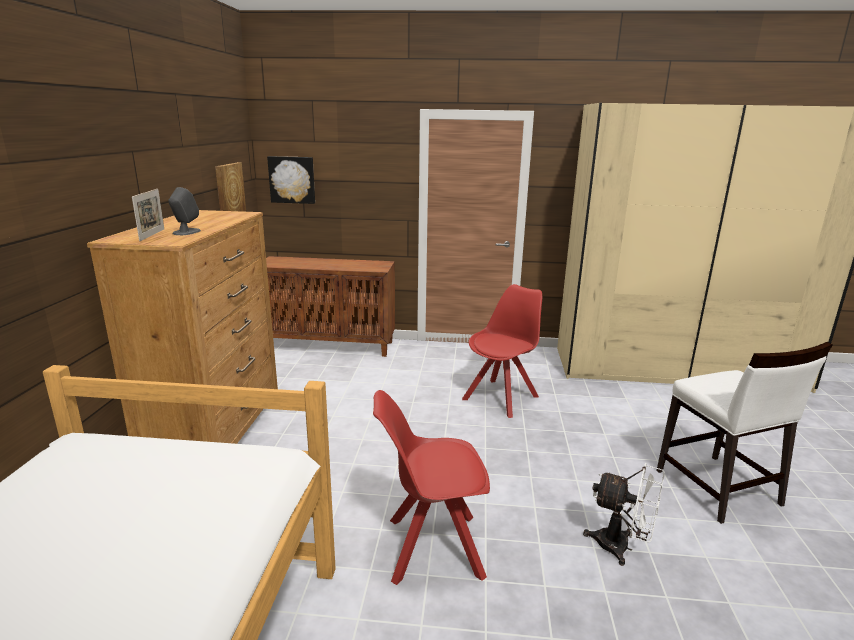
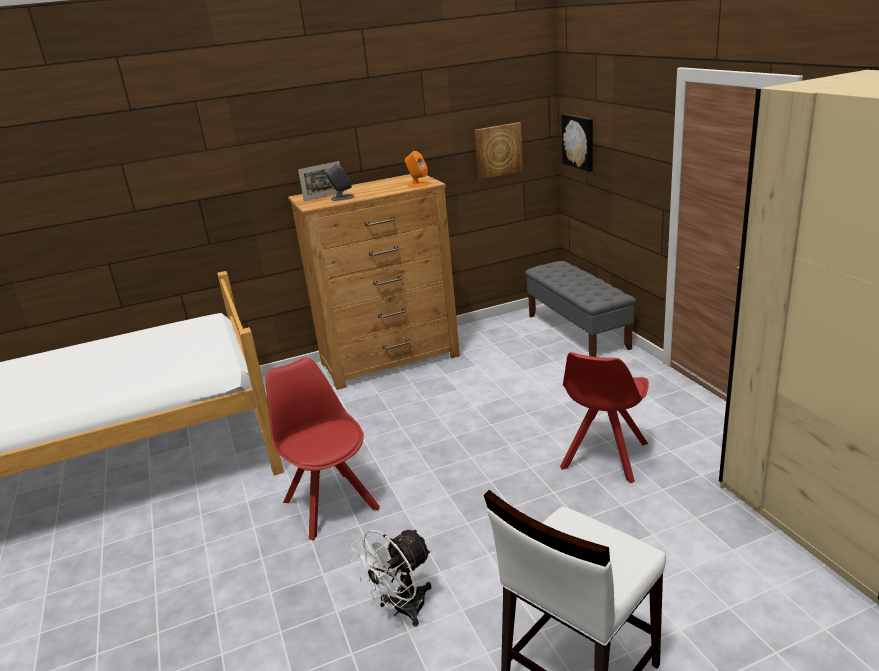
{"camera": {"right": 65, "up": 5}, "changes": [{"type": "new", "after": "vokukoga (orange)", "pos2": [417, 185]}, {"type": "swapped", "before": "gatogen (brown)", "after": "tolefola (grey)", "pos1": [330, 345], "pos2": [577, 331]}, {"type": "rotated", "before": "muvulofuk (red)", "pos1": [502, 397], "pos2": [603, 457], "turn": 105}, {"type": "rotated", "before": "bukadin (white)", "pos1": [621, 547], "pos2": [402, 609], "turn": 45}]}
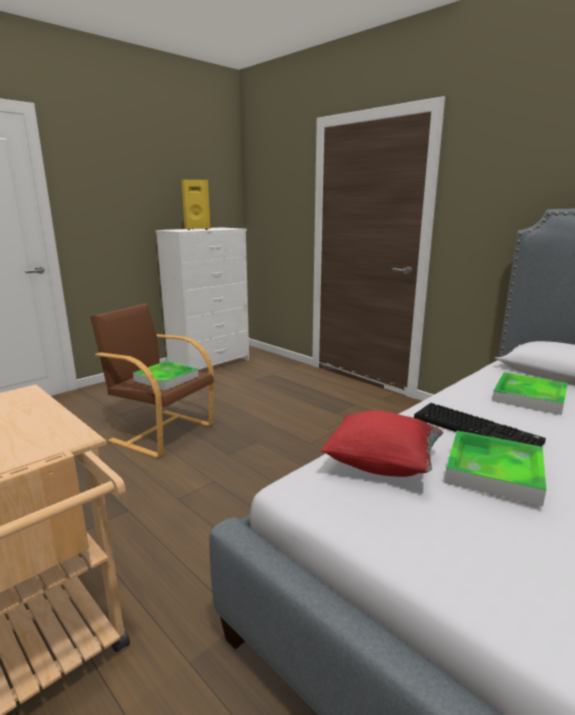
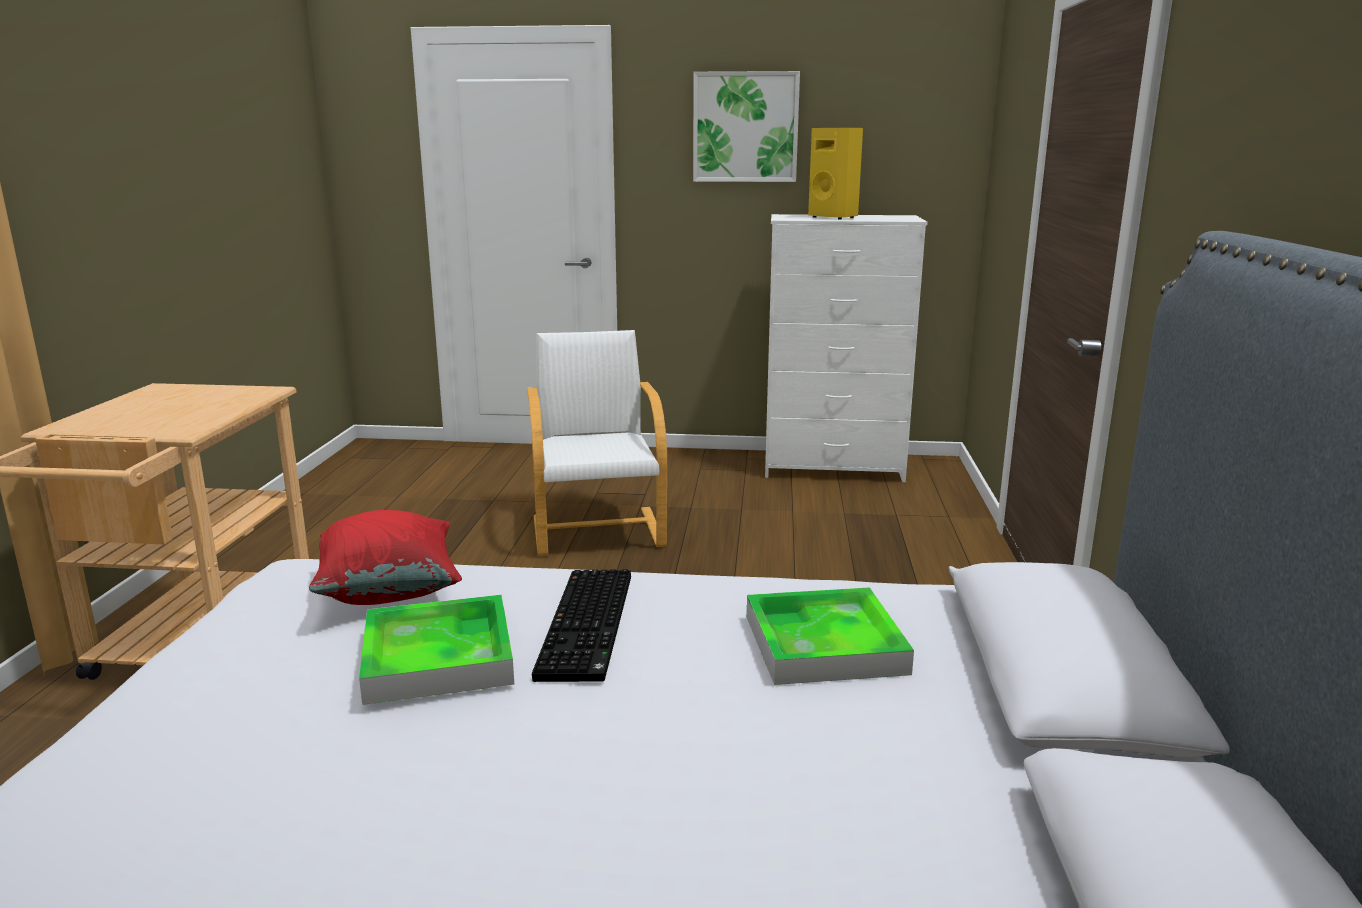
{"camera": {"right": 50, "up": 0}, "changes": [{"type": "gone", "before": "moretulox", "pos1": [166, 378]}, {"type": "new", "after": "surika", "pos2": [745, 127]}, {"type": "repainted", "before": "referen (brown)", "after": "referen (white)", "pos1": [161, 432], "pos2": [598, 530]}]}
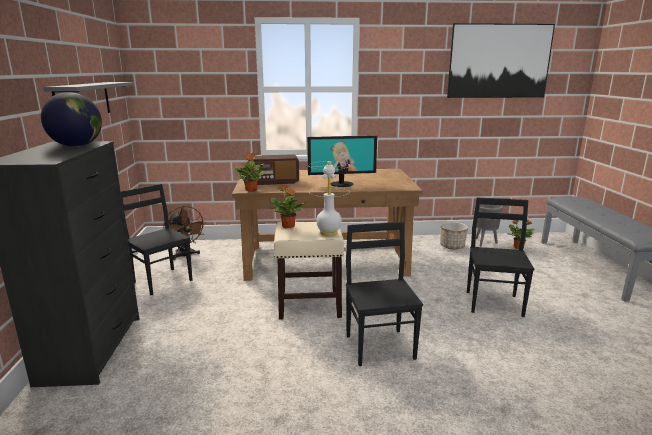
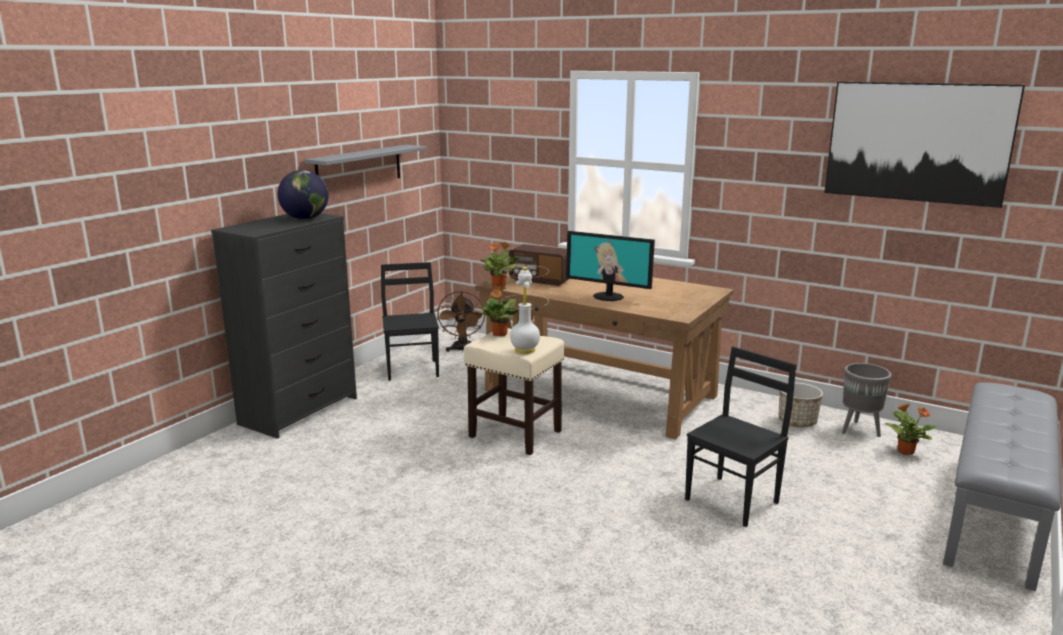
{"camera": {"right": 35, "up": 0}, "changes": [{"type": "gone", "before": "muvulofuk (black)", "pos1": [380, 346]}]}
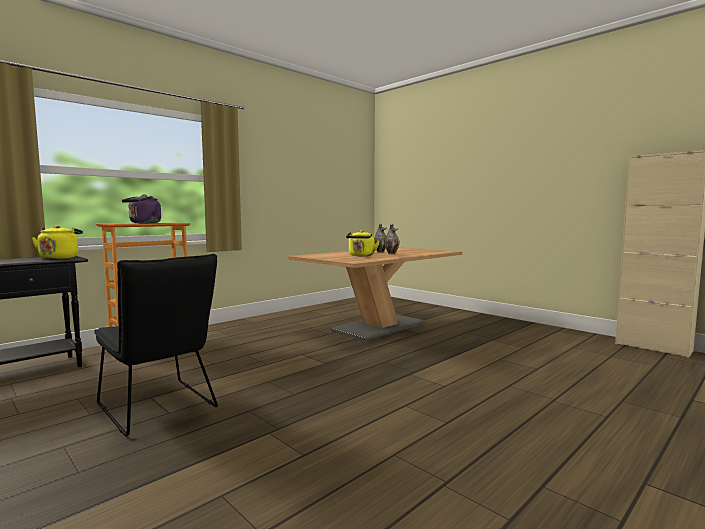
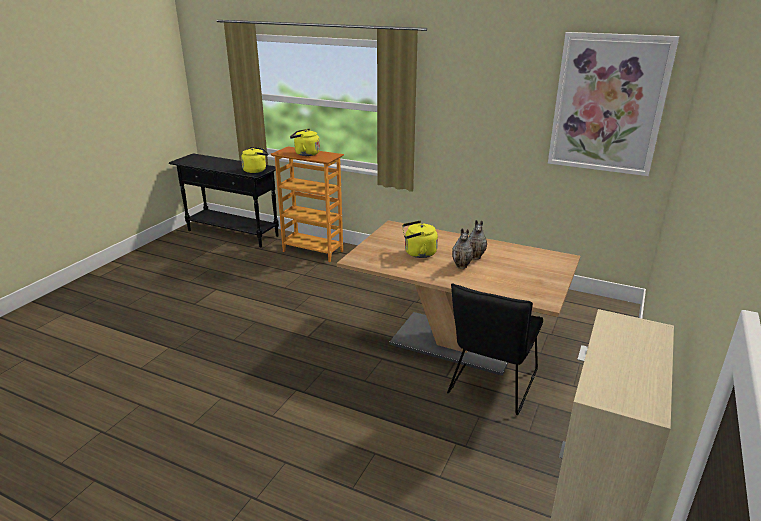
{"camera": {"right": 70, "up": 20}, "changes": [{"type": "new", "after": "surika", "pos2": [608, 104]}, {"type": "shifted", "before": "muvulofuk (black)", "pos1": [160, 409], "pos2": [490, 386]}, {"type": "repainted", "before": "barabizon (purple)", "after": "barabizon (yellow)", "pos1": [144, 223], "pos2": [305, 154]}]}
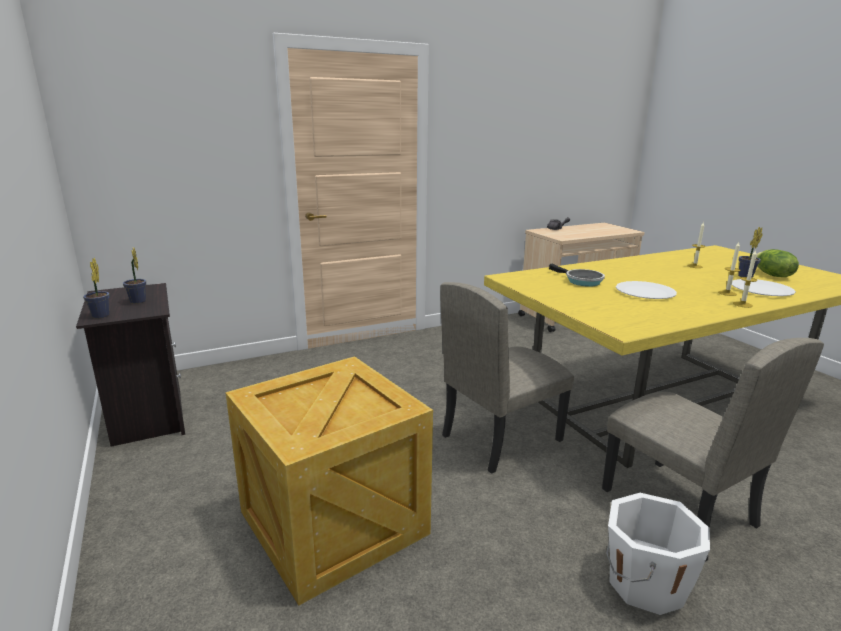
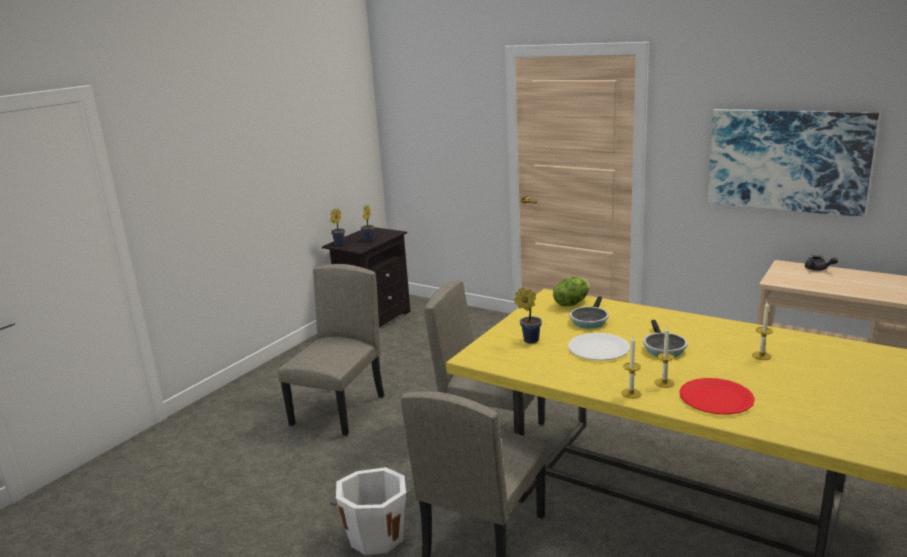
{"camera": {"right": 60, "up": 0}, "changes": [{"type": "new", "after": "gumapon", "pos2": [663, 348]}, {"type": "new", "after": "surika", "pos2": [787, 160]}, {"type": "shifted", "before": "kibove", "pos1": [744, 276], "pos2": [529, 340]}, {"type": "shifted", "before": "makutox", "pos1": [772, 275], "pos2": [571, 303]}, {"type": "swapped", "before": "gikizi", "after": "muvulofuk (beige)", "pos1": [334, 520], "pos2": [339, 410]}, {"type": "repainted", "before": "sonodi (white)", "after": "sonodi (red)", "pos1": [761, 289], "pos2": [716, 398]}]}
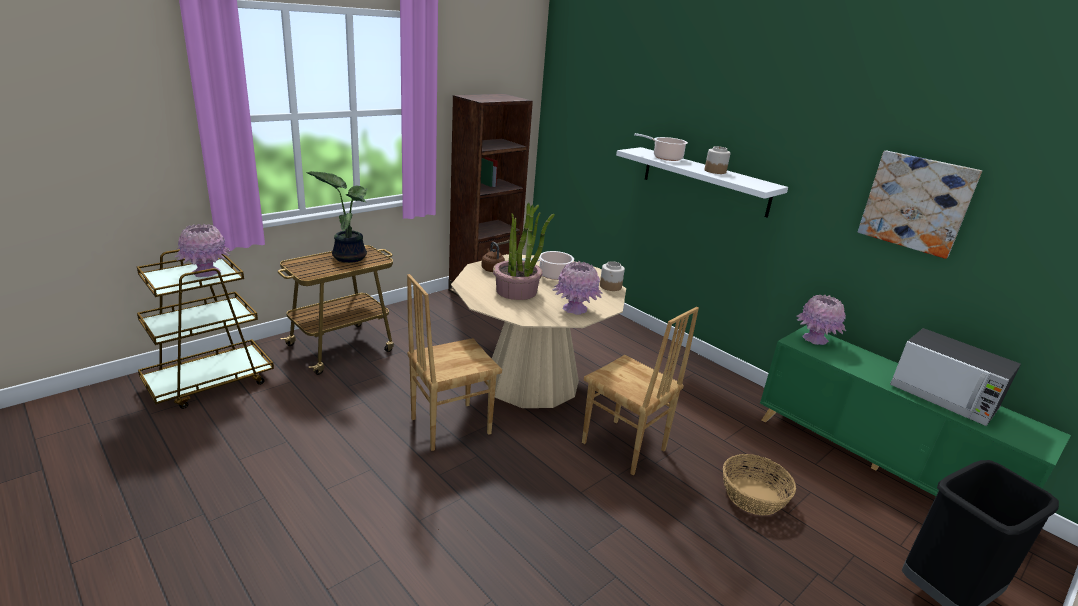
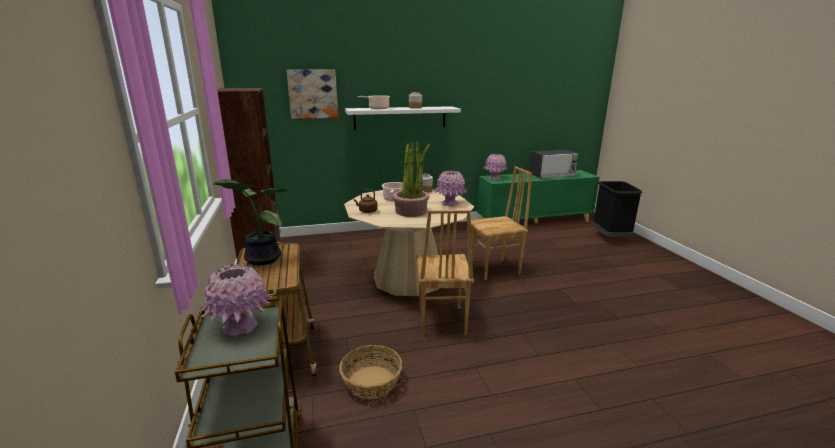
{"camera": {"right": -60, "up": -5}, "changes": [{"type": "shifted", "before": "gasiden", "pos1": [752, 496], "pos2": [371, 382]}, {"type": "shifted", "before": "surika", "pos1": [916, 203], "pos2": [313, 94]}]}
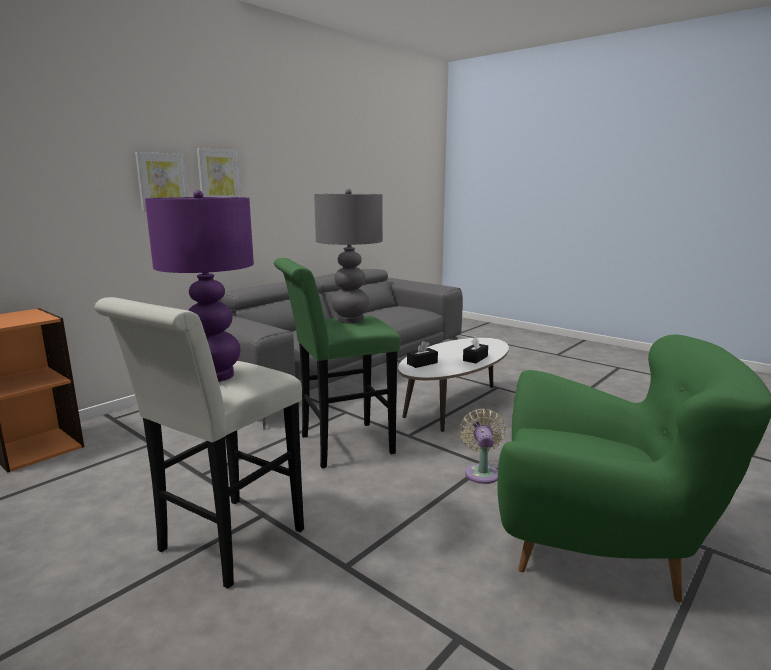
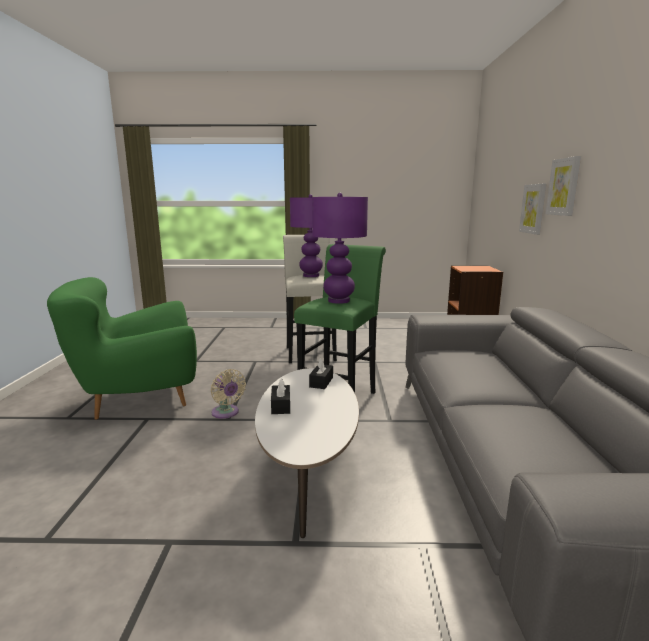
{"camera": {"right": 140, "up": 0}, "changes": [{"type": "shifted", "before": "surika", "pos1": [219, 176], "pos2": [533, 209]}, {"type": "repainted", "before": "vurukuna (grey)", "after": "vurukuna (purple)", "pos1": [351, 320], "pos2": [339, 301]}]}
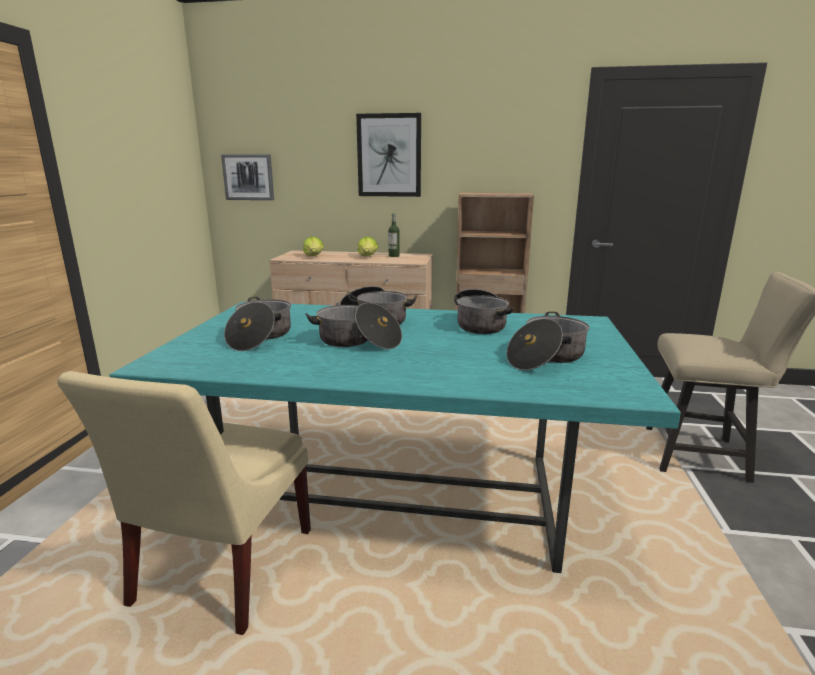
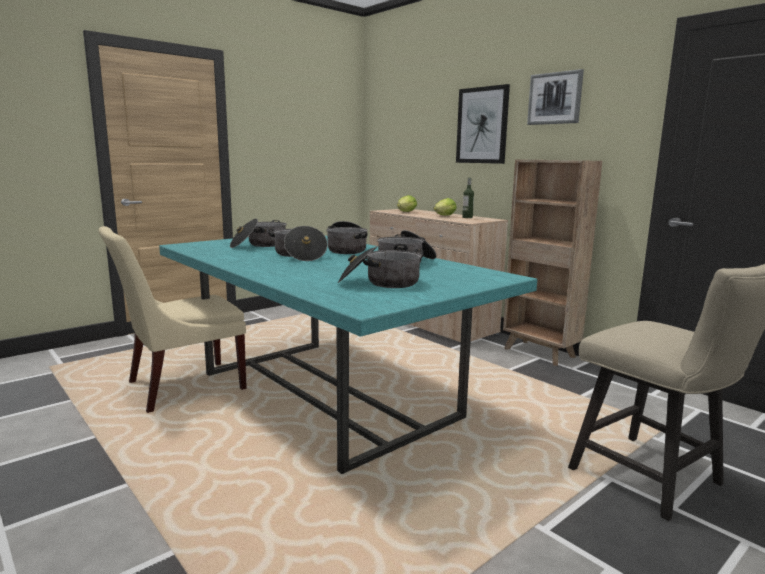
{"camera": {"right": 40, "up": -5}, "changes": [{"type": "shifted", "before": "surika", "pos1": [248, 177], "pos2": [555, 98]}]}
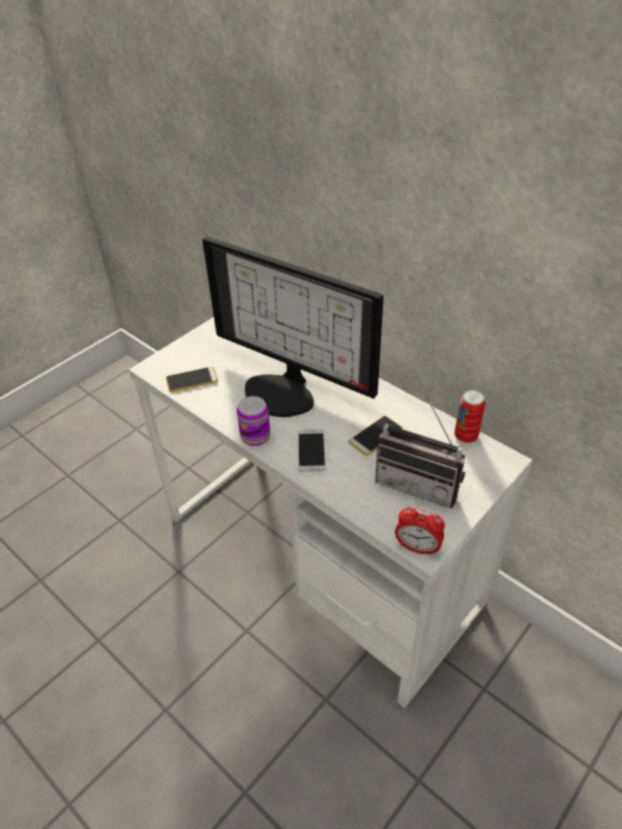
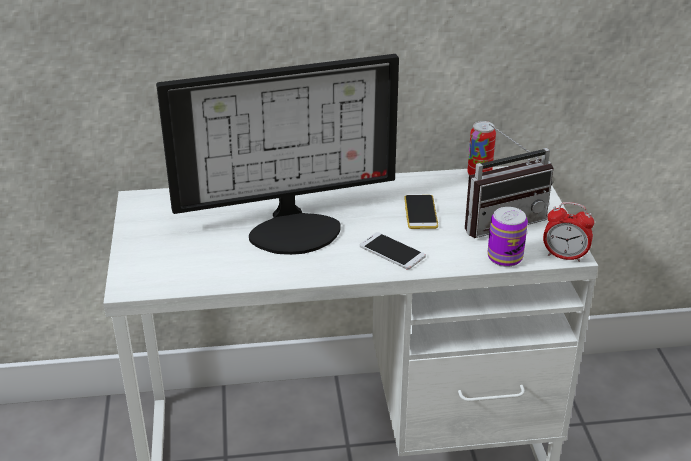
{"camera": {"right": -50, "up": -10}, "changes": [{"type": "gone", "before": "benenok", "pos1": [192, 380]}, {"type": "shifted", "before": "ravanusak", "pos1": [255, 436], "pos2": [505, 257]}, {"type": "rotated", "before": "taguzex", "pos1": [417, 547], "pos2": [564, 256], "turn": 45}]}
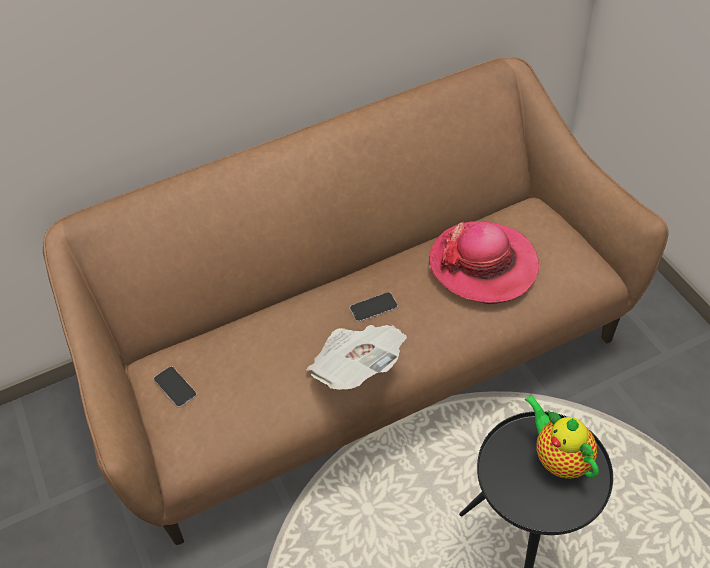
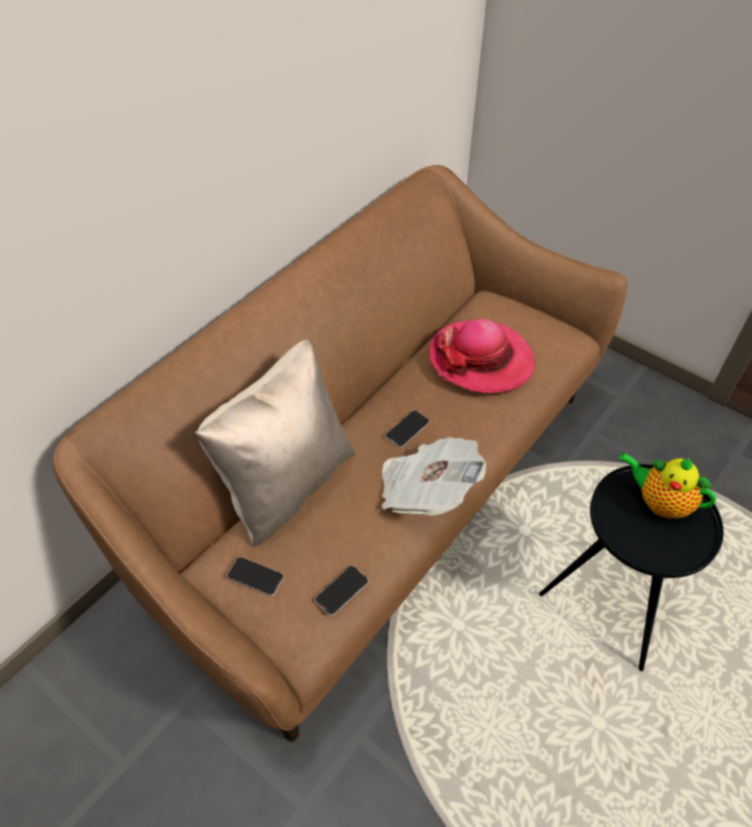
{"camera": {"right": -30, "up": 0}, "changes": [{"type": "new", "after": "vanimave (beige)", "pos2": [286, 483]}, {"type": "new", "after": "benenok", "pos2": [342, 590]}]}
